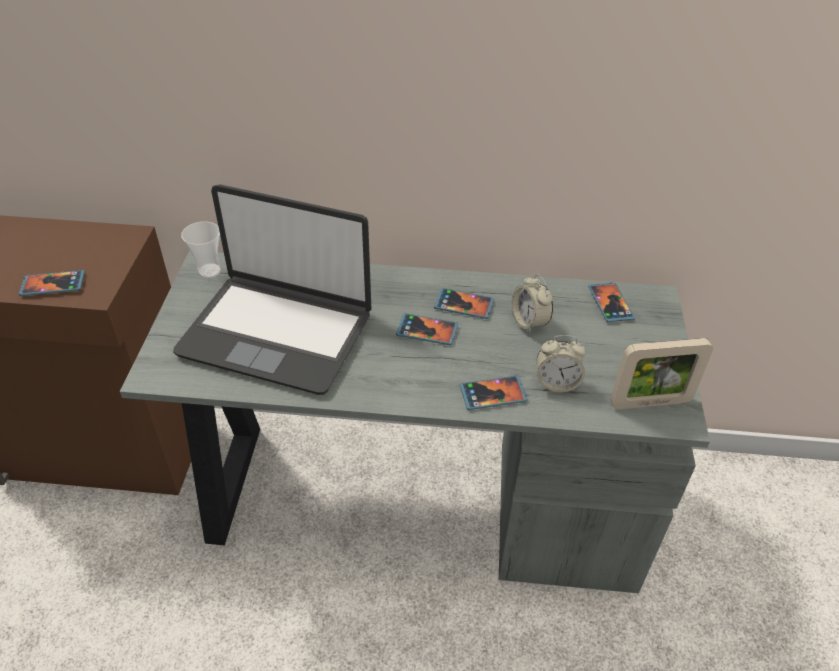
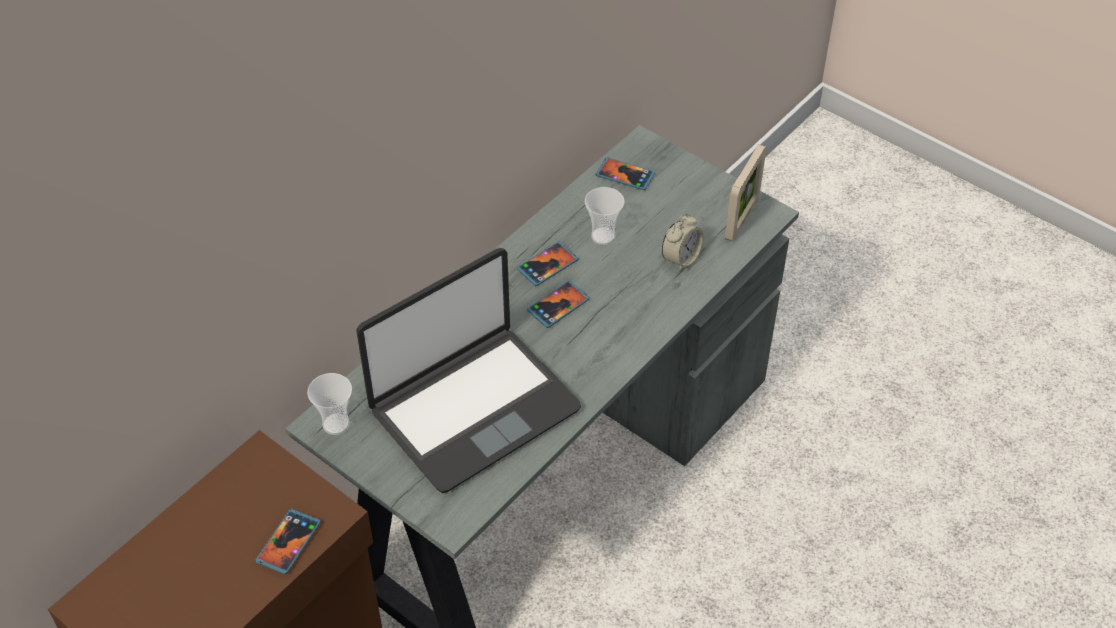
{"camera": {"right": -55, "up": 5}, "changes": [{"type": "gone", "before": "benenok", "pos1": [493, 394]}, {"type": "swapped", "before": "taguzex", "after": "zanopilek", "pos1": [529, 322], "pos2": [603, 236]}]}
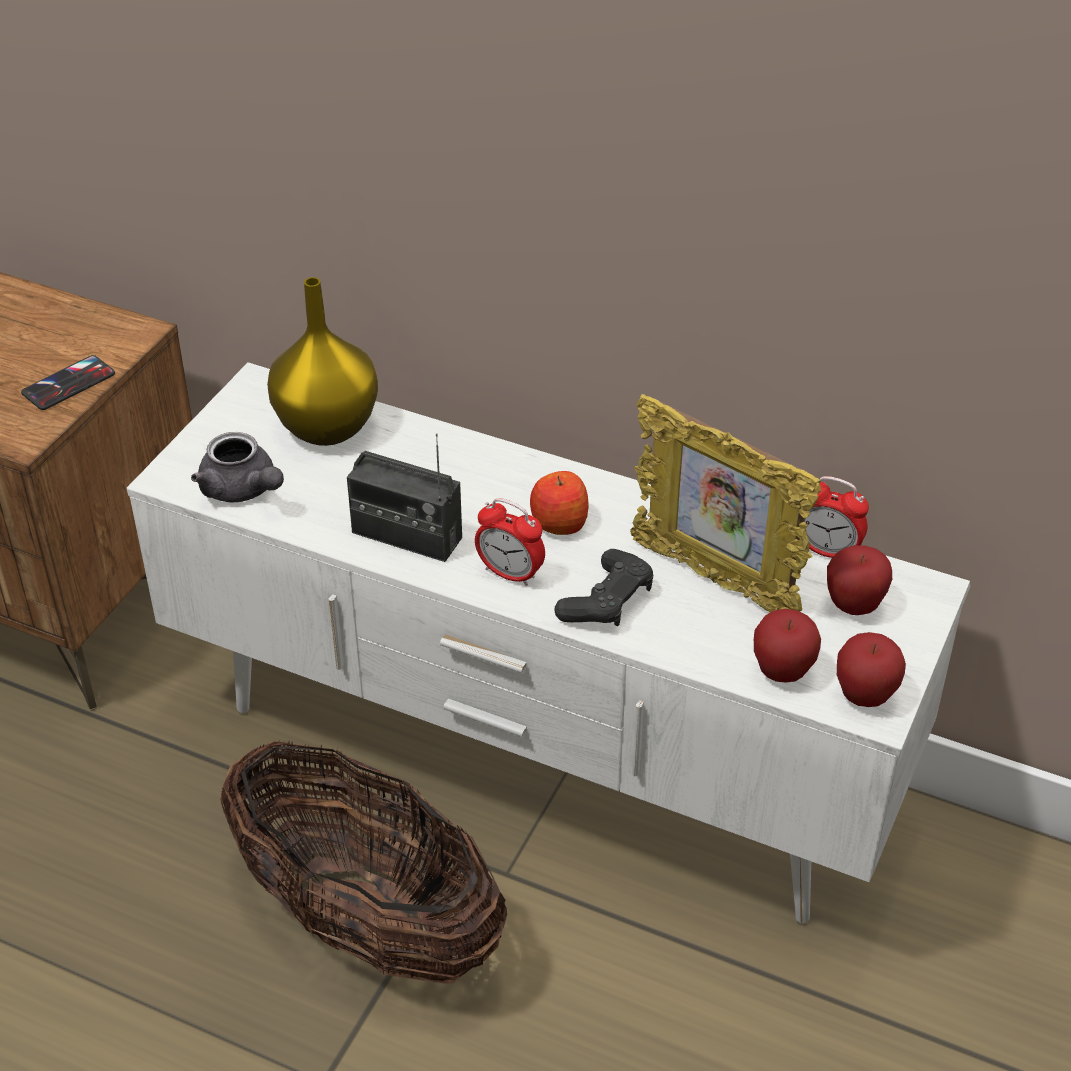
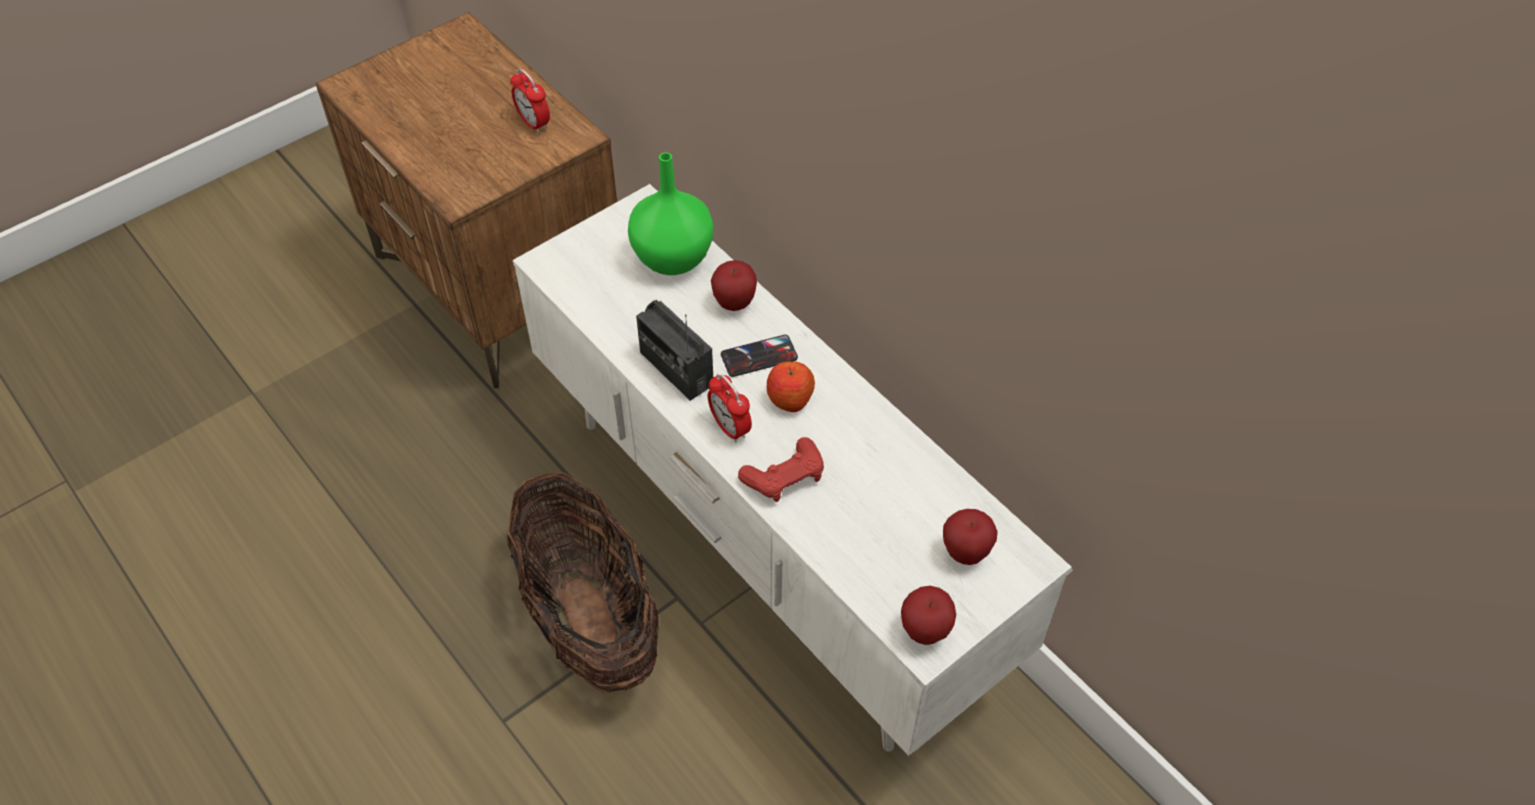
{"camera": {"right": 25, "up": 10}, "changes": [{"type": "gone", "before": "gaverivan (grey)", "pos1": [243, 490]}, {"type": "gone", "before": "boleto", "pos1": [715, 581]}, {"type": "shifted", "before": "benenok", "pos1": [68, 384], "pos2": [759, 356]}, {"type": "shifted", "before": "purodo", "pos1": [782, 672], "pos2": [734, 303]}, {"type": "shifted", "before": "taguzex", "pos1": [826, 551], "pos2": [533, 123]}, {"type": "repainted", "before": "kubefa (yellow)", "after": "kubefa (green)", "pos1": [329, 427], "pos2": [674, 258]}, {"type": "repainted", "before": "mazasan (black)", "after": "mazasan (red)", "pos1": [607, 601], "pos2": [784, 477]}]}
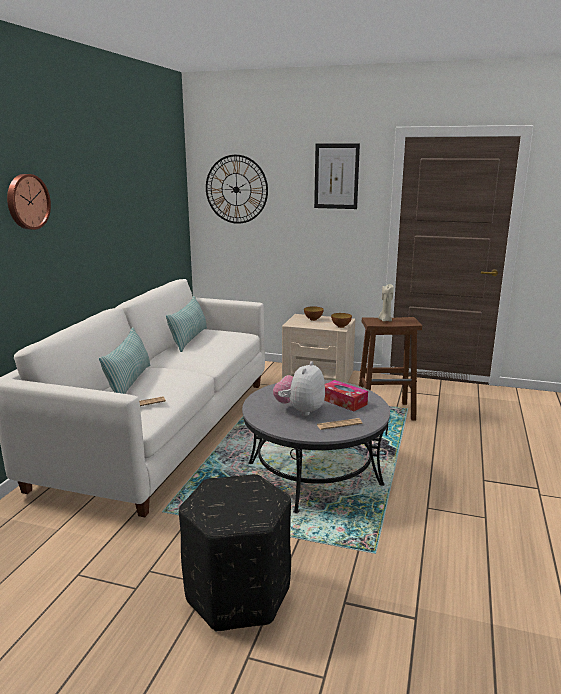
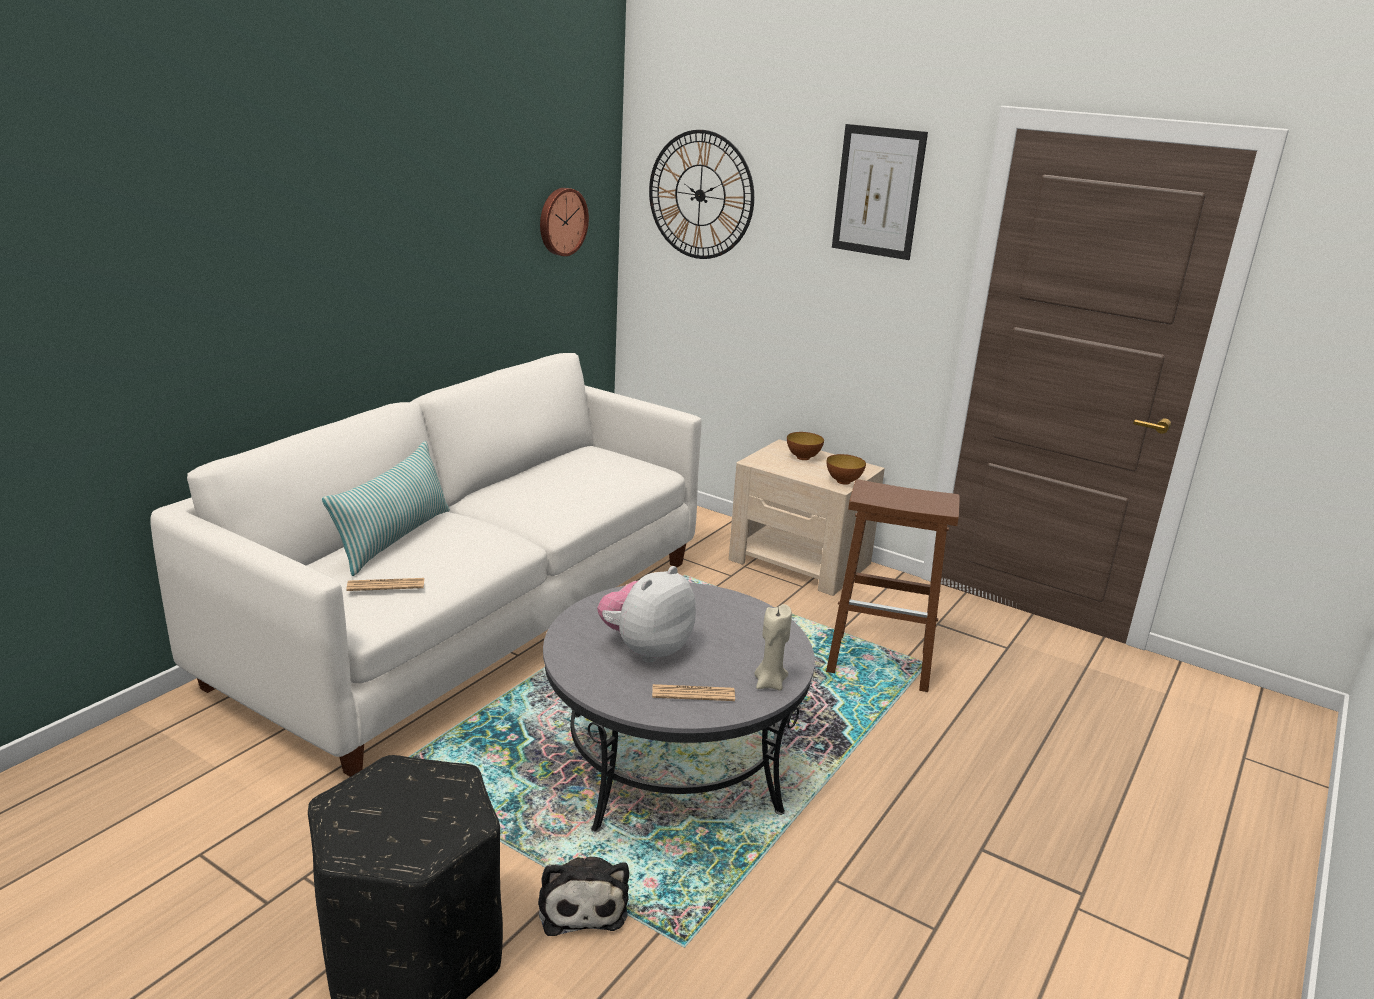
{"camera": {"right": 15, "up": 5}, "changes": [{"type": "gone", "before": "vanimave", "pos1": [189, 339]}, {"type": "gone", "before": "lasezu", "pos1": [343, 401]}, {"type": "new", "after": "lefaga", "pos2": [582, 903]}, {"type": "shifted", "before": "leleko", "pos1": [27, 202], "pos2": [561, 221]}, {"type": "shifted", "before": "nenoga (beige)", "pos1": [385, 320], "pos2": [769, 683]}]}
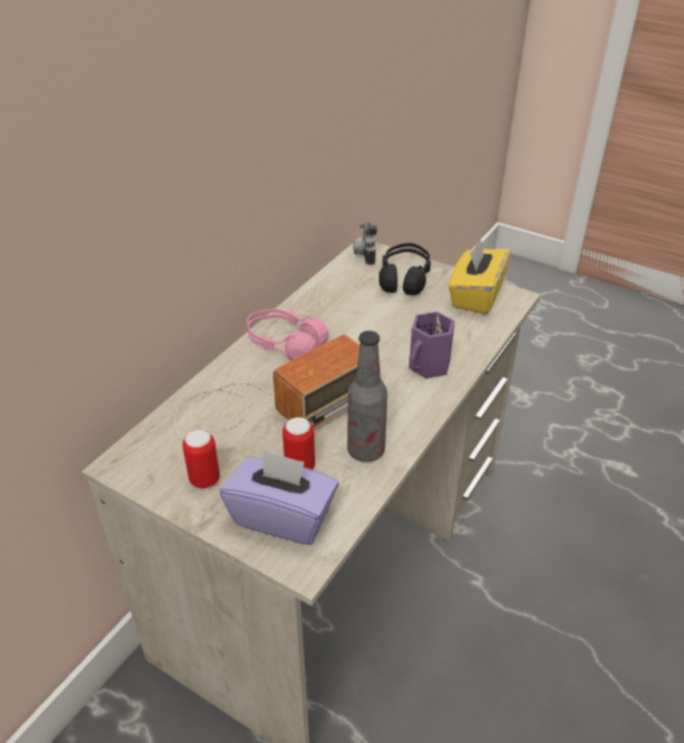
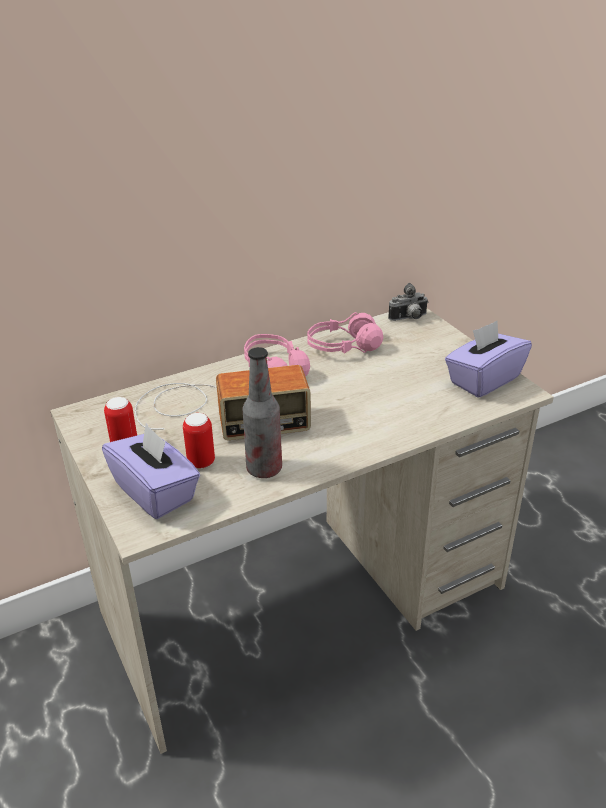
{"camera": {"right": 30, "up": -5}, "changes": [{"type": "gone", "before": "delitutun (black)", "pos1": [404, 278]}, {"type": "gone", "before": "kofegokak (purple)", "pos1": [429, 366]}, {"type": "new", "after": "delitutun (pink)", "pos2": [343, 347]}, {"type": "repainted", "before": "lasezu (yellow)", "after": "lasezu (purple)", "pos1": [476, 296], "pos2": [483, 380]}, {"type": "rotated", "before": "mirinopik", "pos1": [364, 255], "pos2": [409, 319], "turn": -135}]}
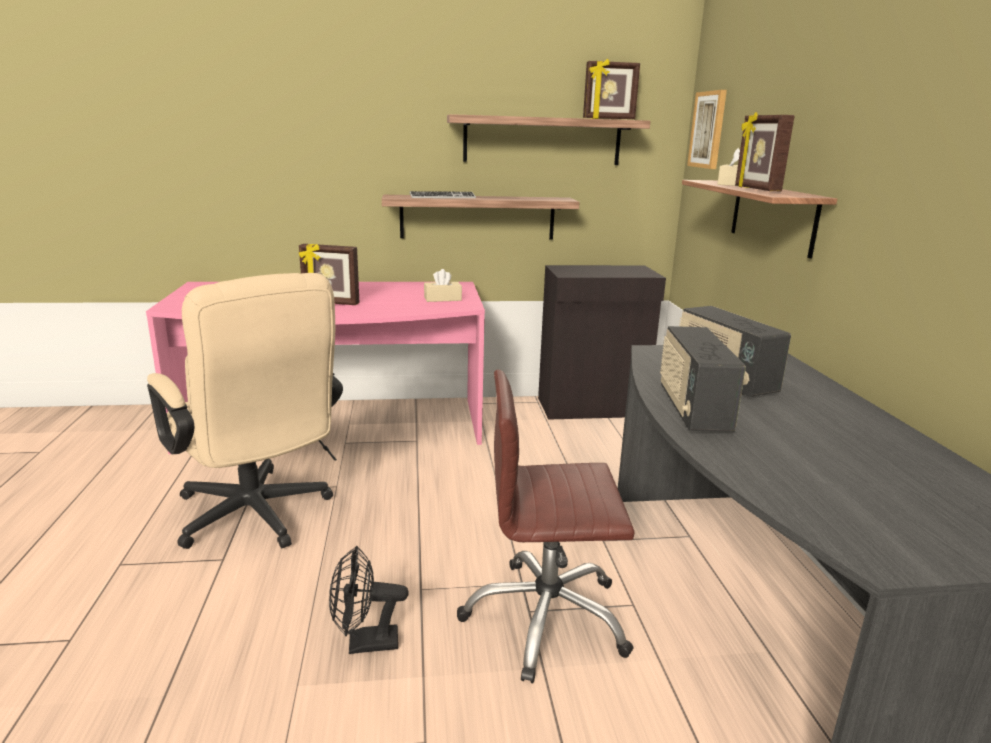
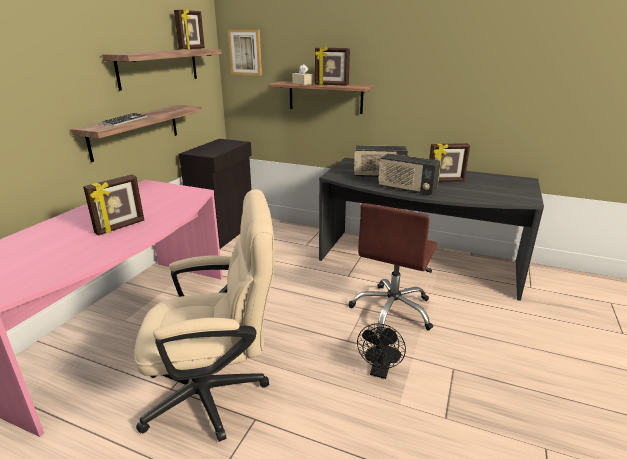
{"camera": {"right": -60, "up": 5}, "changes": [{"type": "gone", "before": "lasezu (beige)", "pos1": [442, 299]}, {"type": "new", "after": "boleto", "pos2": [445, 181]}]}
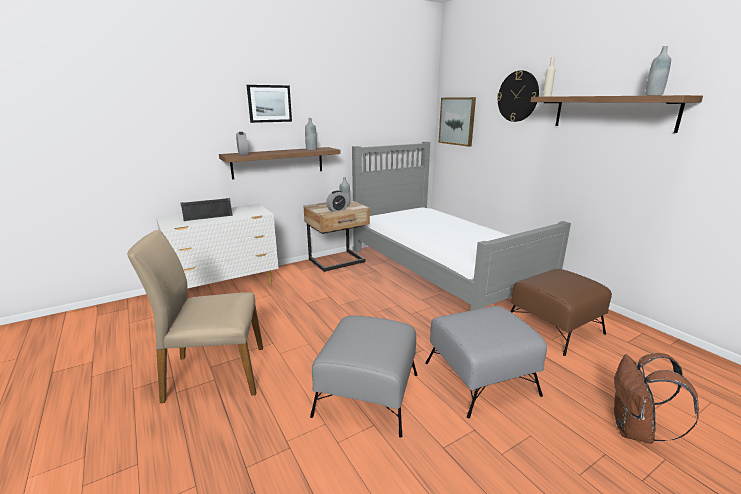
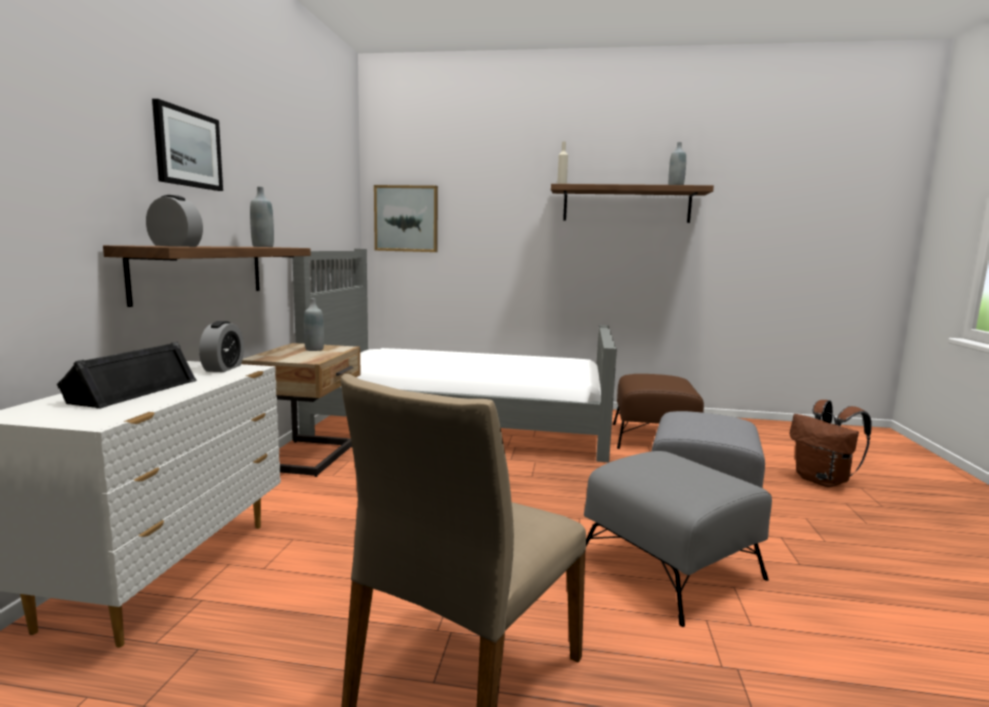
{"camera": {"right": -50, "up": -10}, "changes": [{"type": "gone", "before": "leleko", "pos1": [518, 96]}, {"type": "shifted", "before": "taguzex", "pos1": [337, 210], "pos2": [223, 368]}]}
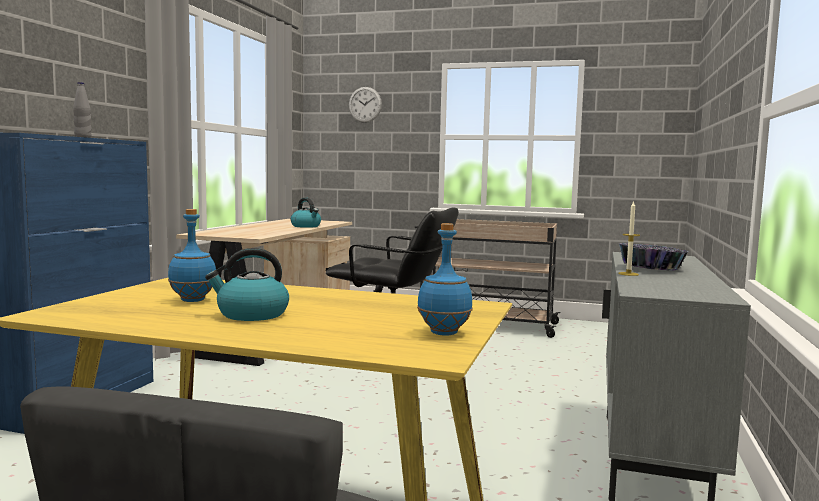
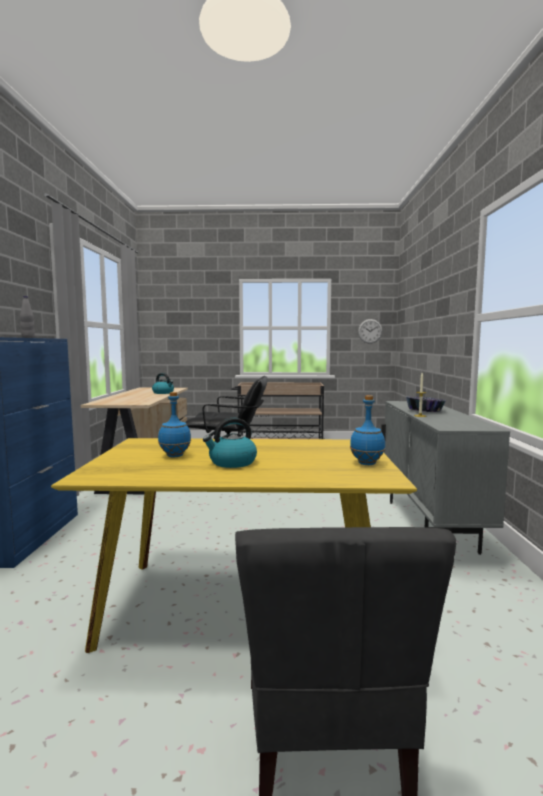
{"camera": {"right": -15, "up": 0}, "changes": [{"type": "shifted", "before": "leleko", "pos1": [365, 104], "pos2": [370, 331]}]}
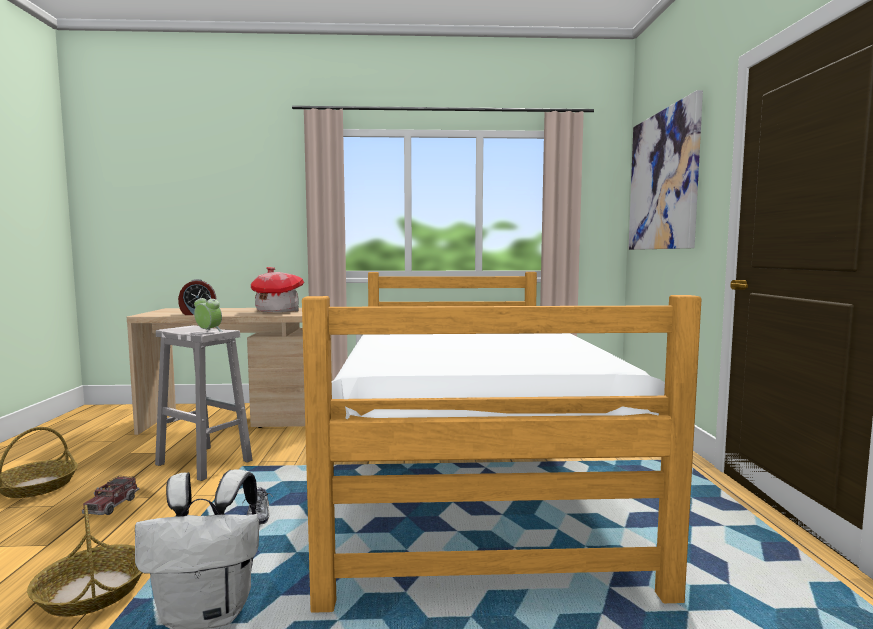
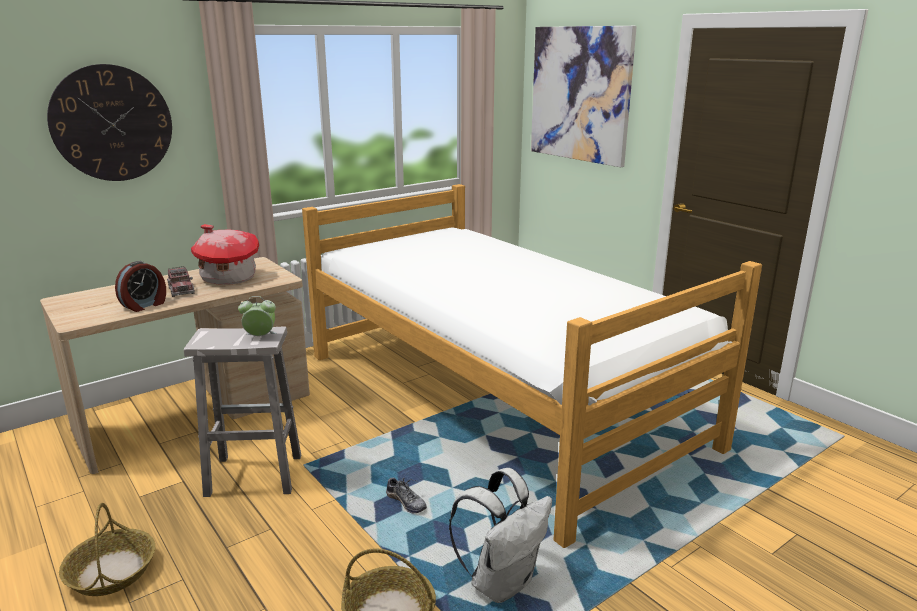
{"camera": {"right": -35, "up": 15}, "changes": [{"type": "new", "after": "leleko", "pos2": [112, 123]}, {"type": "shifted", "before": "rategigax", "pos1": [111, 505], "pos2": [181, 290]}]}
